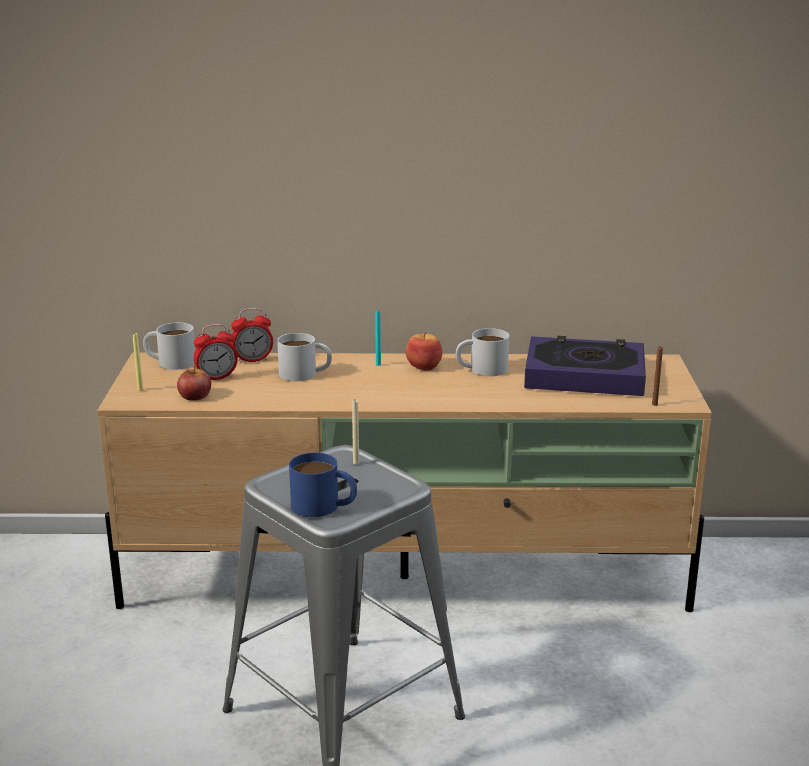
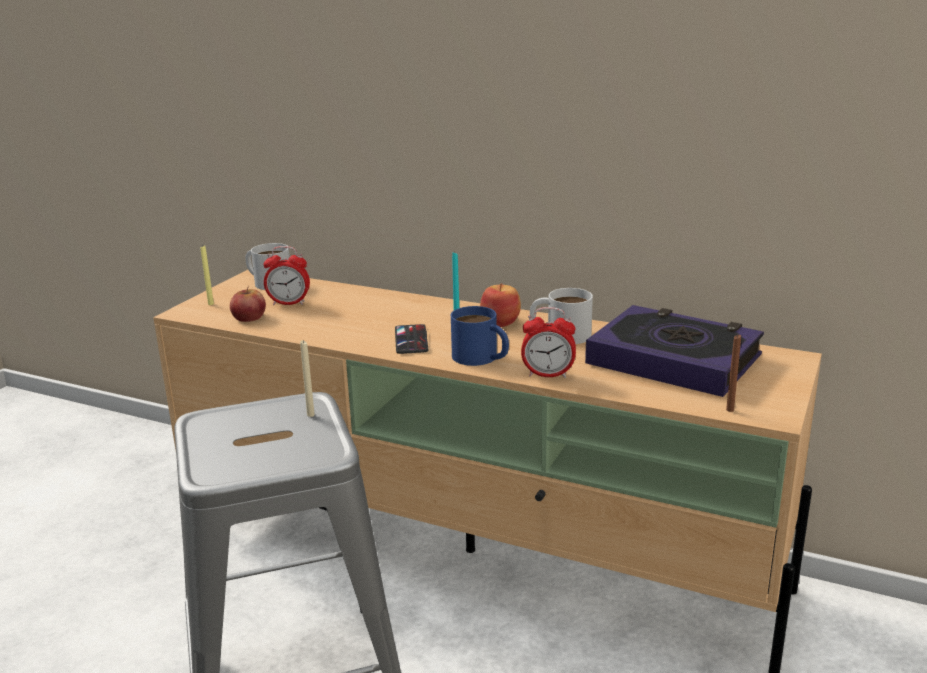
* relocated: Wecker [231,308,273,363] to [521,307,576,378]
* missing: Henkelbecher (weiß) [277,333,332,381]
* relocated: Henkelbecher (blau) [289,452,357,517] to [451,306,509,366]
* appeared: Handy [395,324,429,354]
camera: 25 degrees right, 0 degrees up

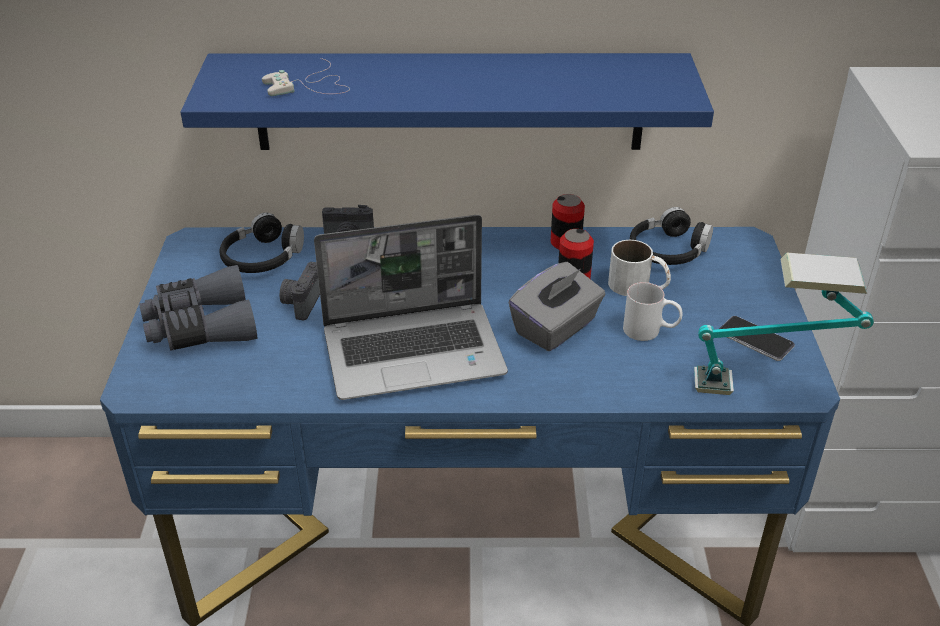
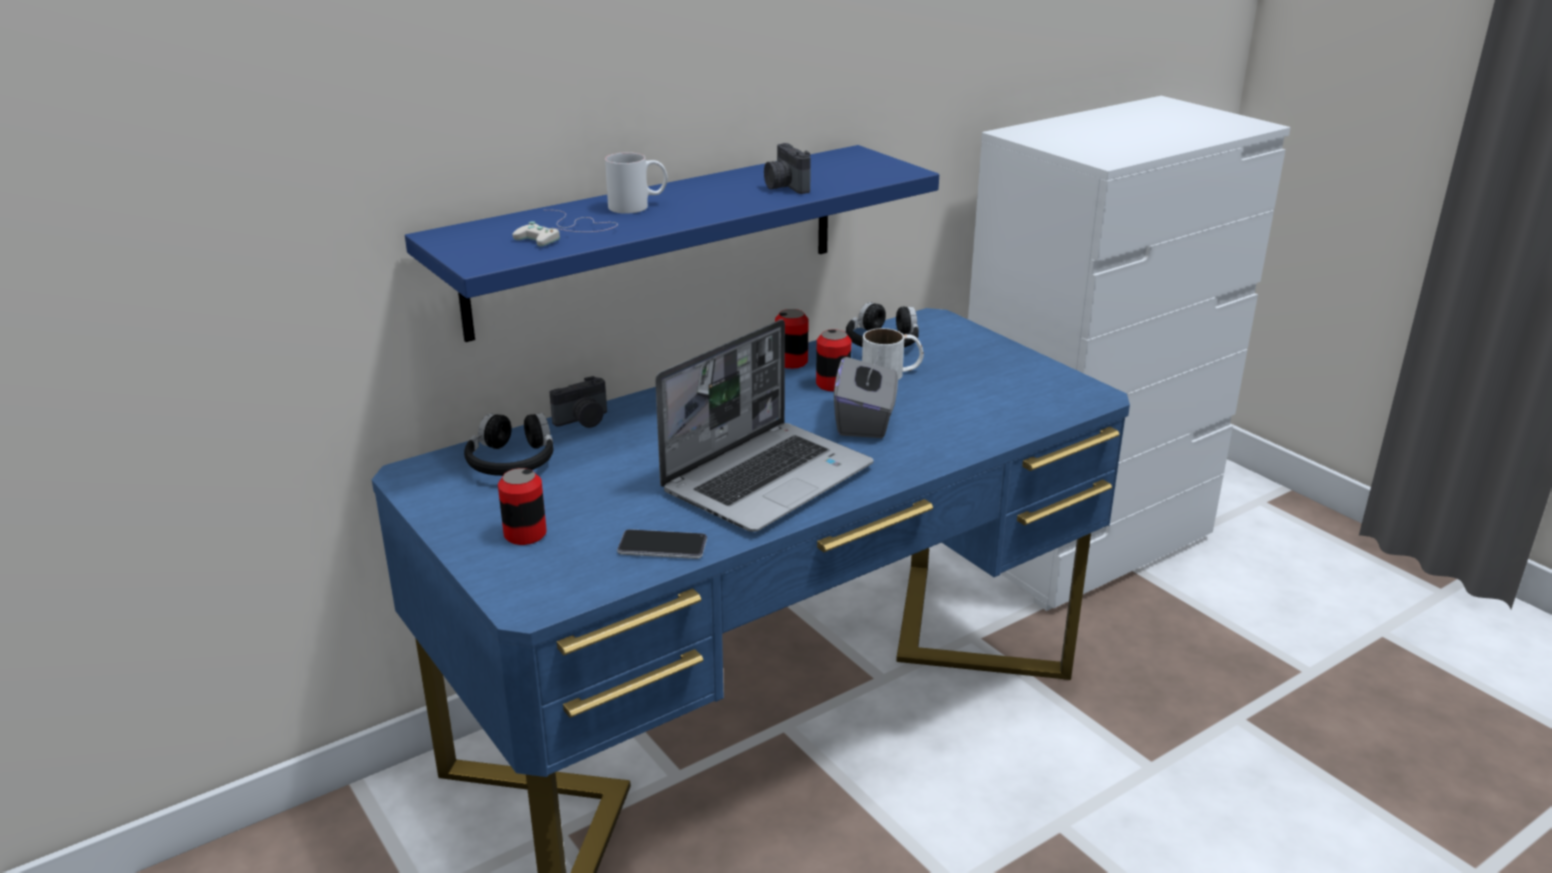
* exchanged: Fernglas (grau) [139,265,257,351] to Dose [498,468,547,545]
* relocated: Kamera [280,262,320,320] to [764,143,811,194]
* relocated: Henkelbecher (weiß) [623,282,683,341] to [605,152,668,214]
* missing: Tischlampe [694,253,874,395]
* relocated: Handy [719,316,795,361] to [617,529,707,559]
camera: 35 degrees left, 10 degrees down

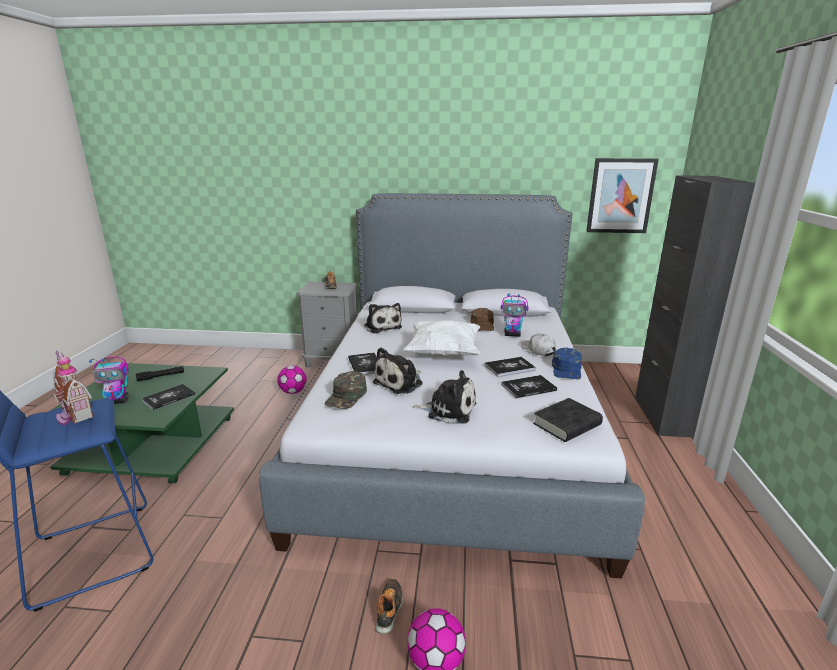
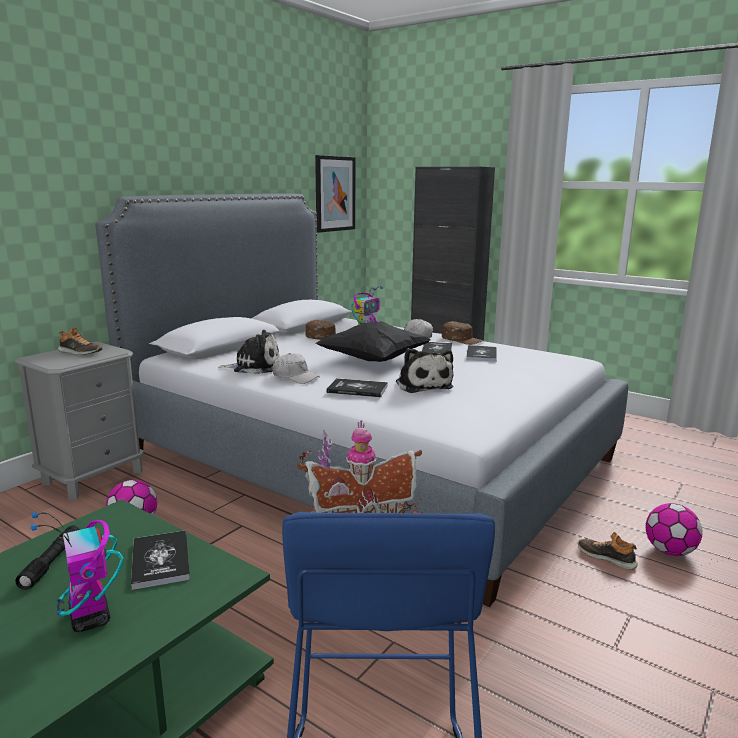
* spun: Spielzeugroboter [89,357,129,404] = [30,512,123,632] 135 degrees clockwise
* missing: Kappe (grün) [325,371,367,409]
* colour: Kissen (weiß) [403,320,480,357] to Kissen (schwarz) [316,321,430,362]
* missing: Plüschtier [413,370,476,424]
* missing: Buch (schwarz) [533,398,603,442]
* colour: Kappe (blau) [552,348,582,380] to Kappe (braun) [442,321,484,345]
* appeared: Kappe (weiß) [272,353,320,384]
camera: 60 degrees left, 5 degrees down

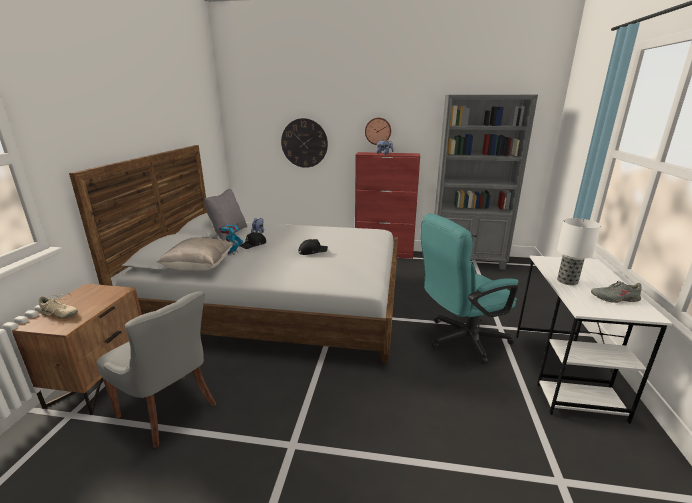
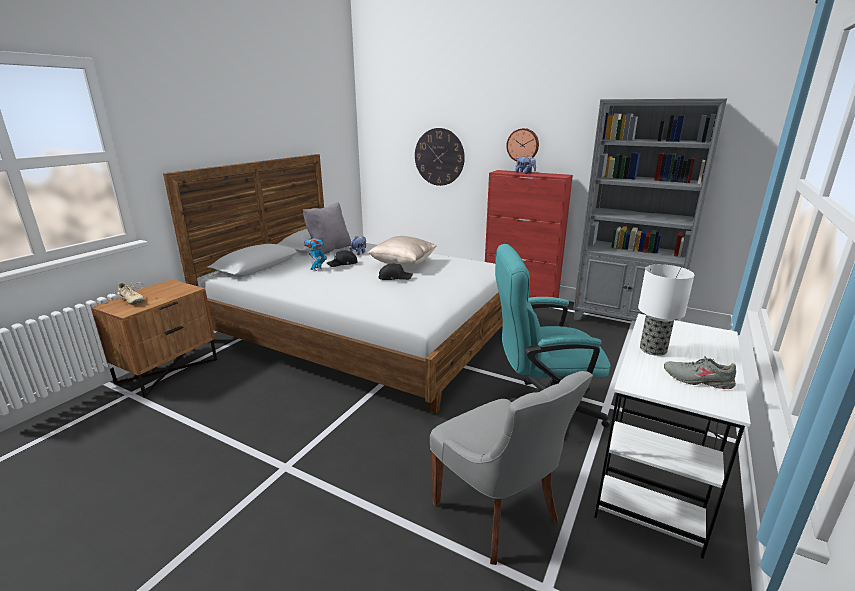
* relocated: Stuhl (grau) [96,291,216,448] to [430,371,593,565]
* relocated: Kissen (beige) [157,237,233,271] to [368,236,436,267]
camera: 20 degrees right, 0 degrees up

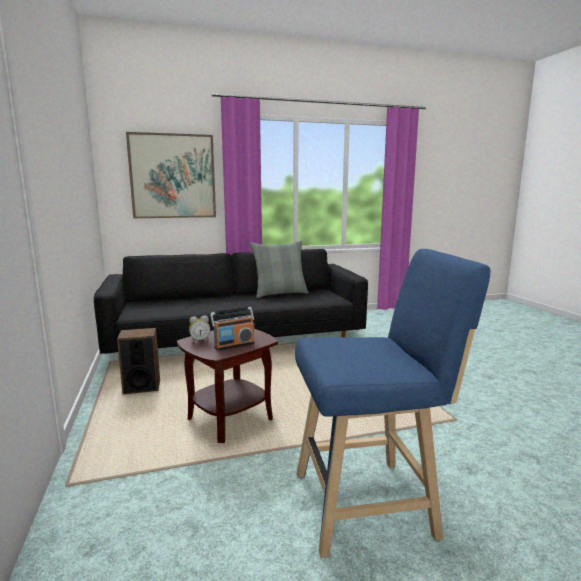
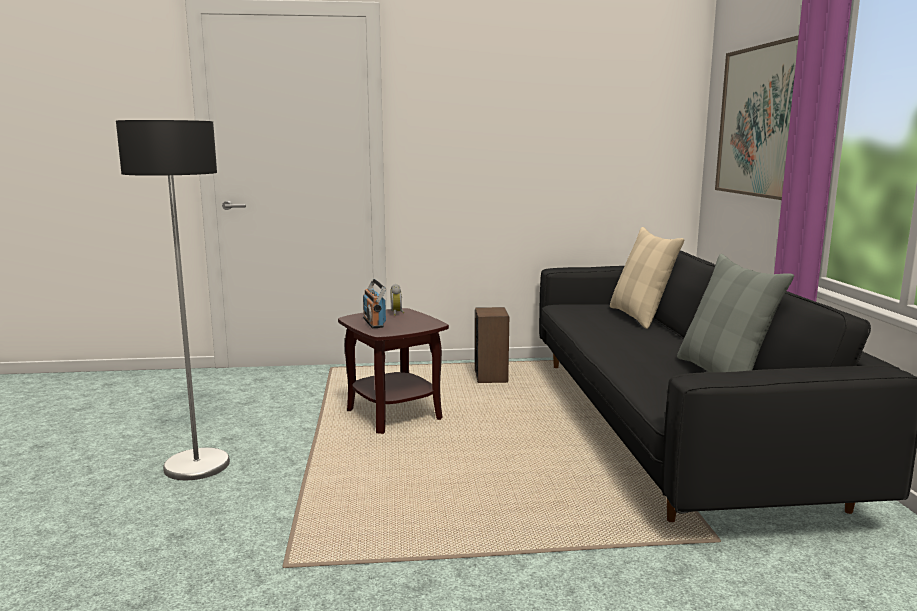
* exchanged: Hocker (blau) [295,249,490,558] to Stehlampe [116,120,230,480]
* appeared: Kissen (beige) [610,227,684,329]
camera: 100 degrees right, 0 degrees up

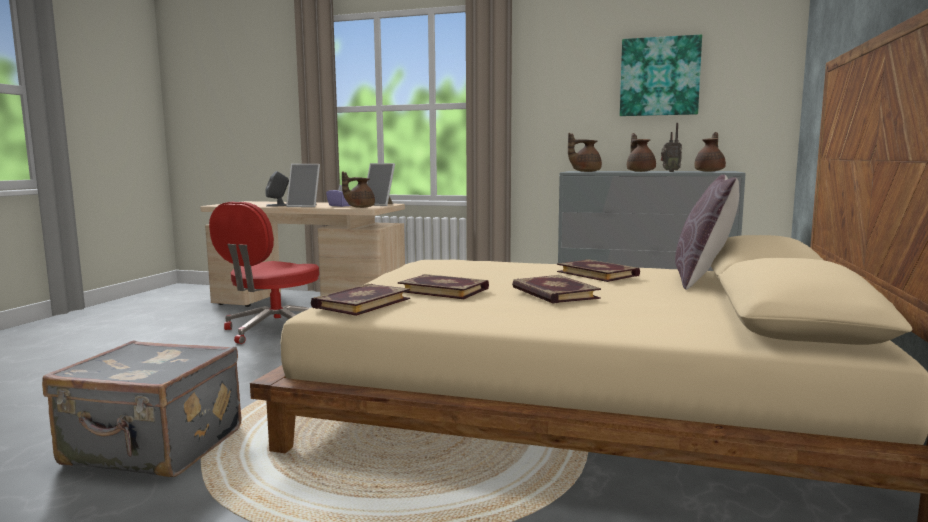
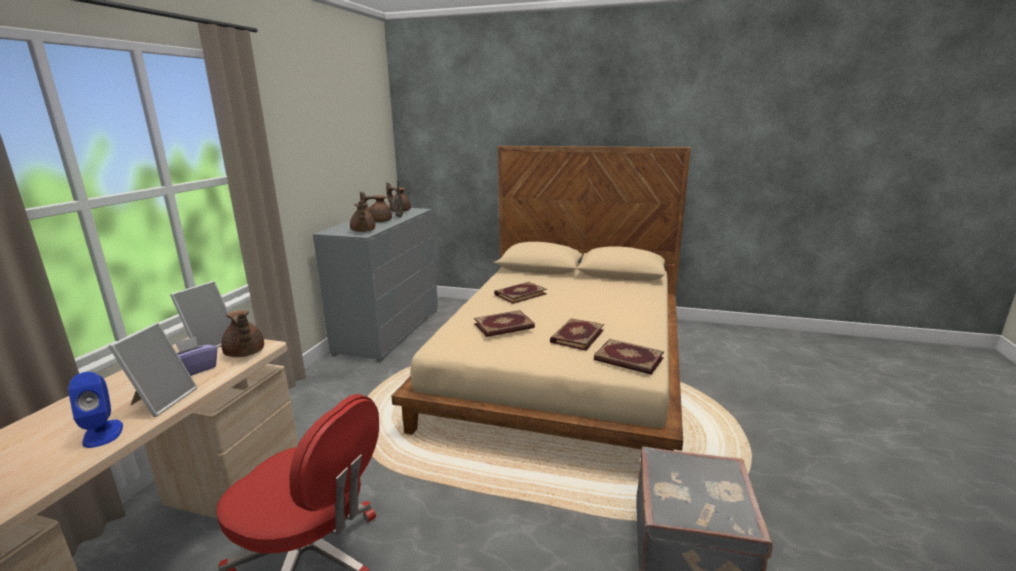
* colour: Lautsprecher (grau) [265,171,289,207] to Lautsprecher (blau) [68,372,123,448]
* relocated: Buch [512,275,601,303] to [474,310,535,337]
* missing: Bild [620,34,702,116]
* missing: Kissen (braun) [675,174,739,290]
camera: 90 degrees left, 10 degrees up

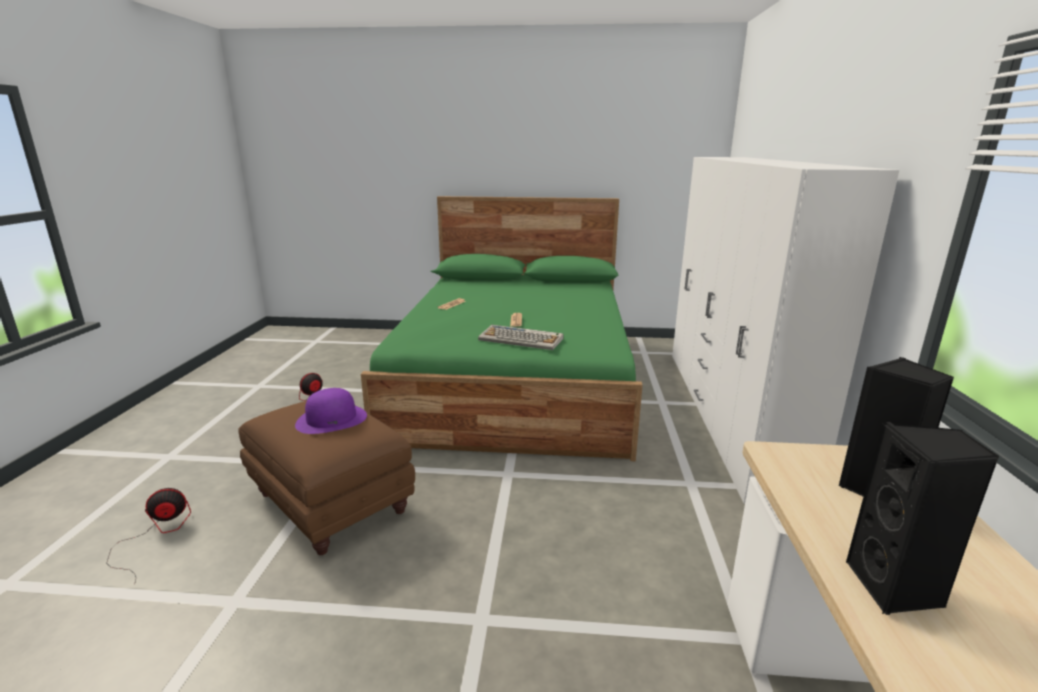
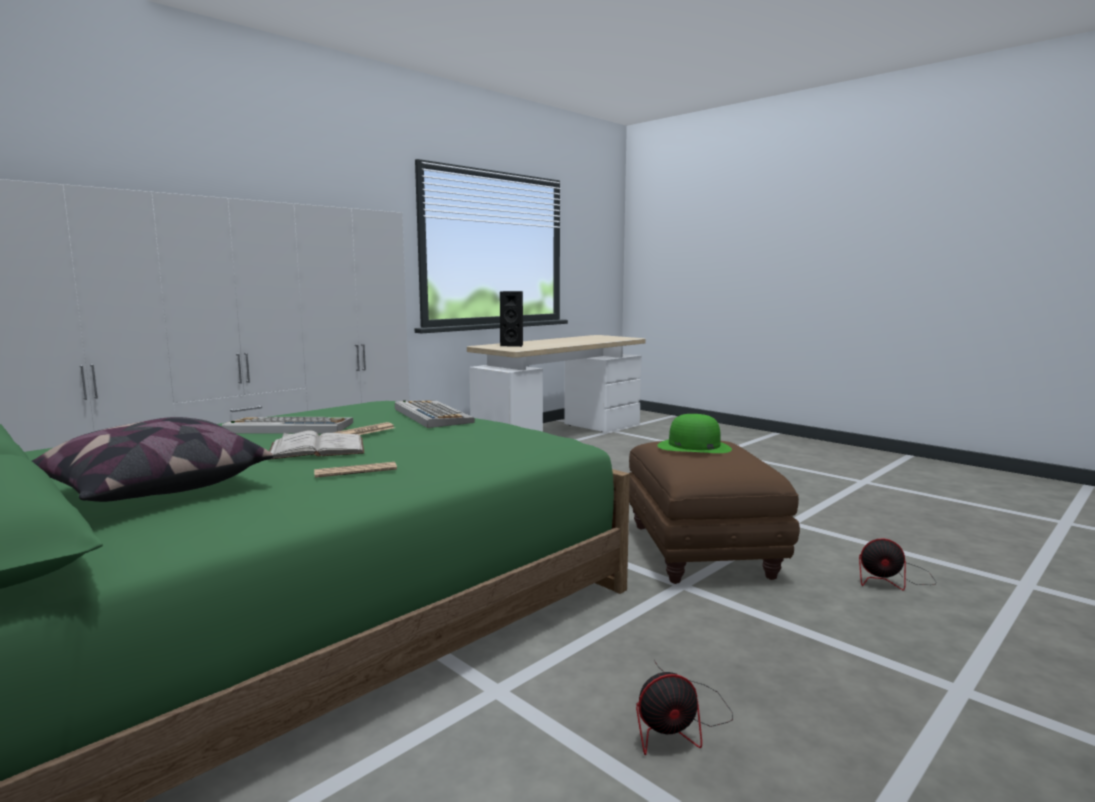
* colour: Hut (lila) [295,388,367,434] to Hut (grün) [657,414,732,453]
* missing: Lautsprecher (schwarz) [846,422,1000,615]
* appeared: Kissen [32,417,273,502]
* appeared: Tastatur [222,417,353,434]
* appeared: Buch (weiß) [269,430,364,460]
camera: 140 degrees left, 10 degrees down

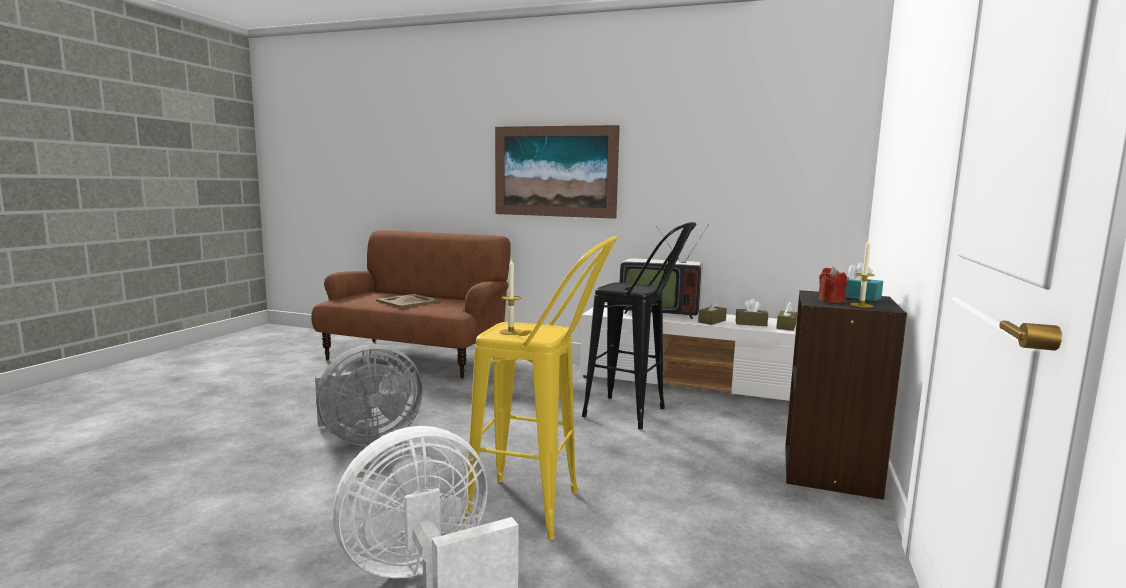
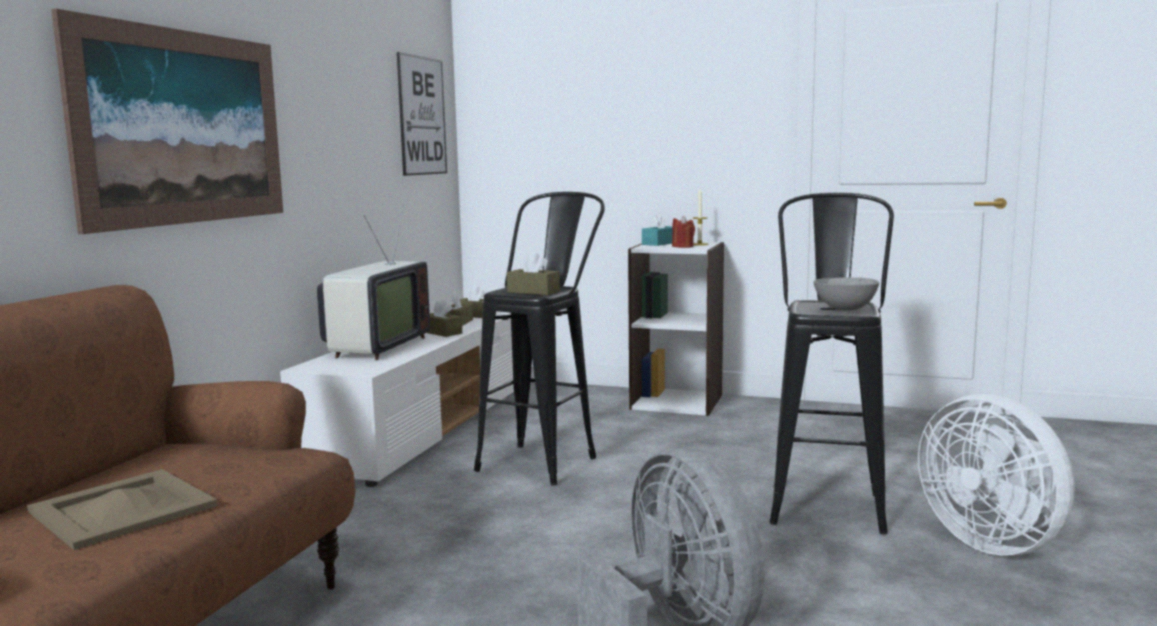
* colour: Hocker (gelb) [463,236,617,540] to Hocker (schwarz) [770,193,894,534]
* exchanged: Kerze [500,258,523,335] to Schüssel (grau) [813,277,879,311]
* colour: Bücherregal (schwarz) [785,290,907,500] to Bücherregal (weiß) [628,242,724,416]
* appeared: Bild [397,52,447,176]
* appeared: Taschentuchbox (braun) [507,251,560,295]
camera: 90 degrees left, 0 degrees up

